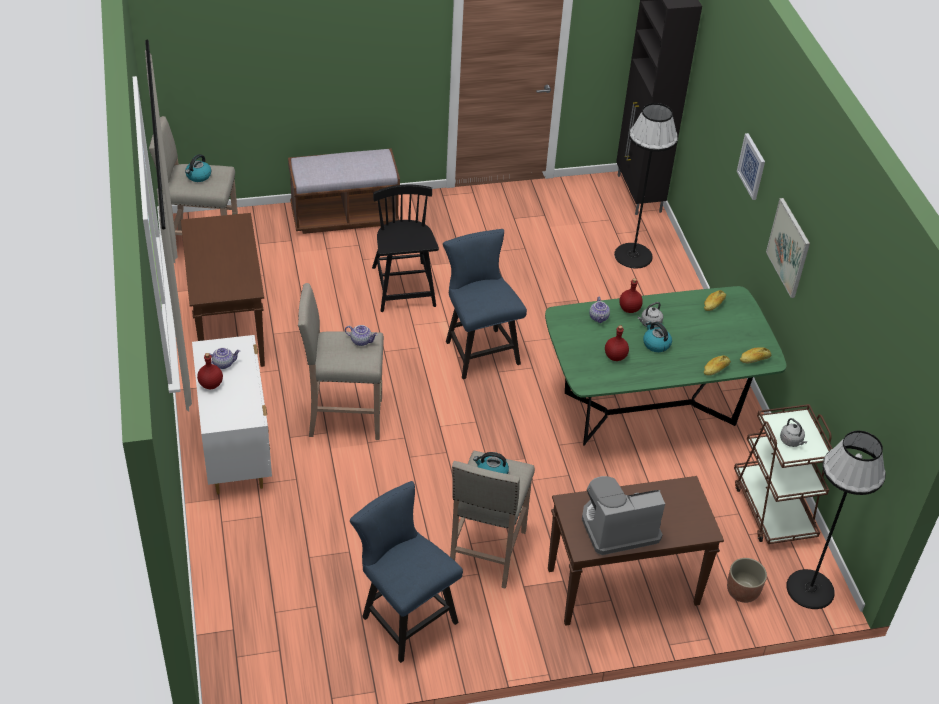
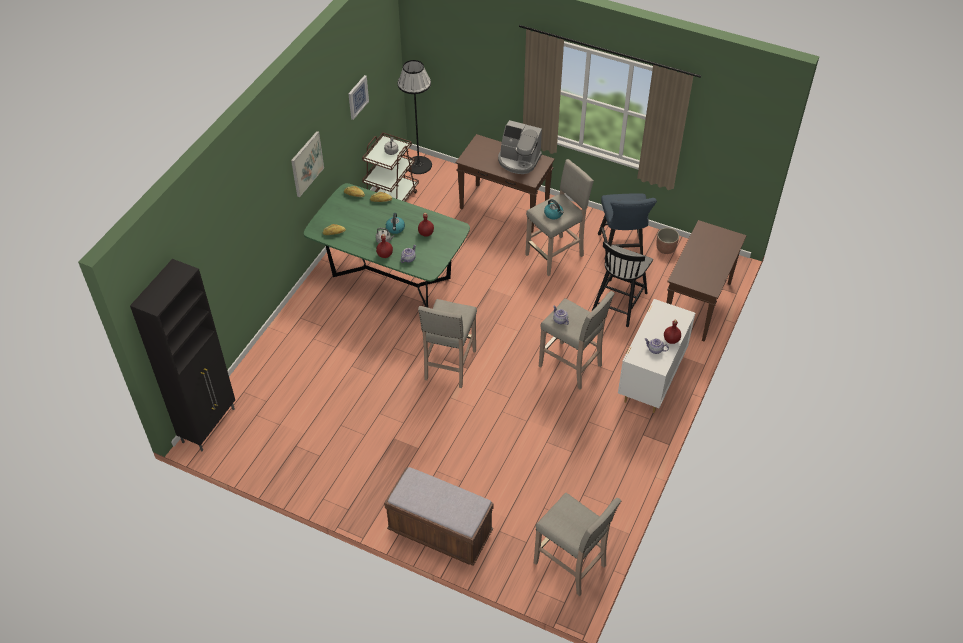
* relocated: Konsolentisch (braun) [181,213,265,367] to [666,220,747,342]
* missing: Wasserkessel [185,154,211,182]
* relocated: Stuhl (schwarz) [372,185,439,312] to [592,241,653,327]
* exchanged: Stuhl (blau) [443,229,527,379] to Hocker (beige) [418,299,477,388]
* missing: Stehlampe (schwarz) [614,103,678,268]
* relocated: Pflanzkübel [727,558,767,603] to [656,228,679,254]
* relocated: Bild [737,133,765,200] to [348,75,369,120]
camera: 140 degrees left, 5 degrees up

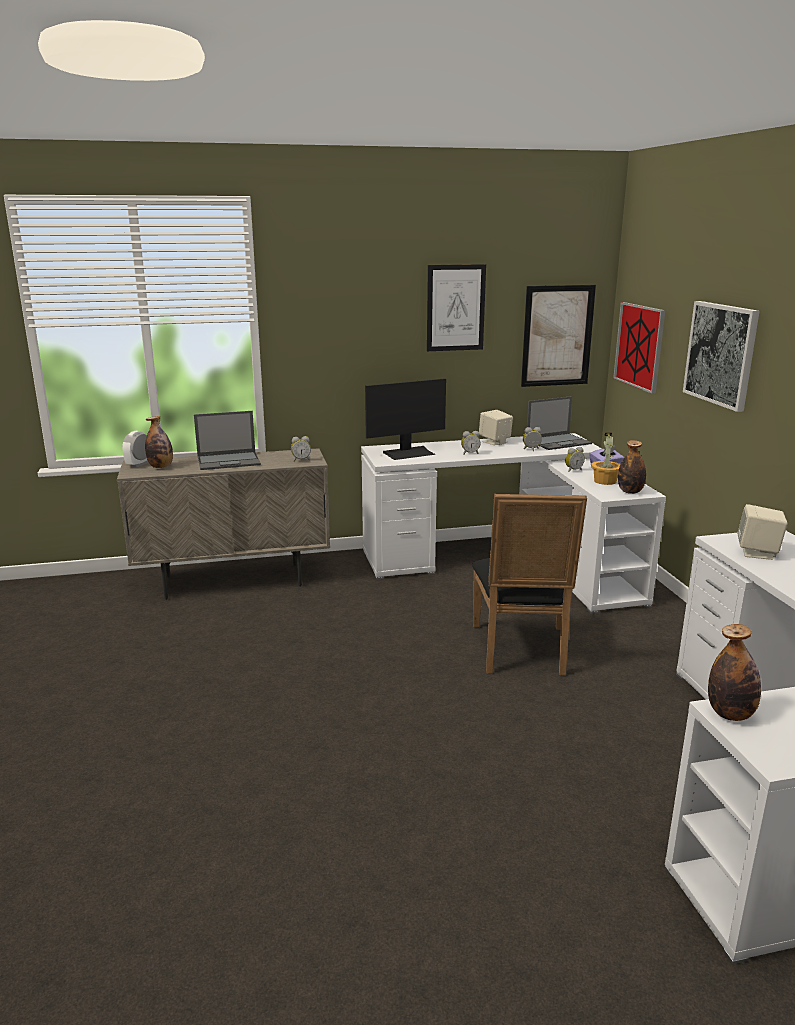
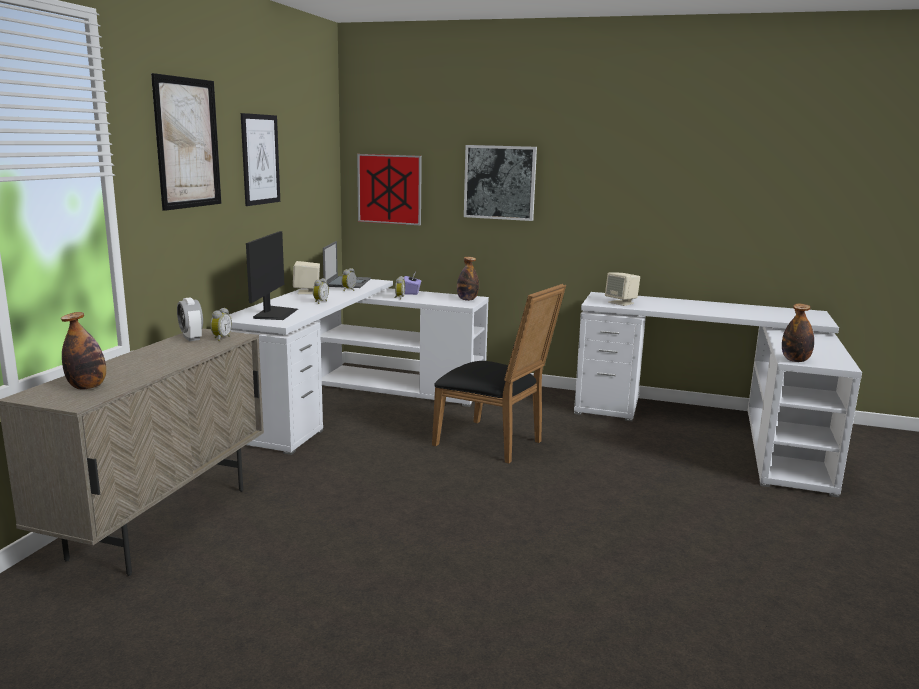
* relocated: Wecker [122,431,149,467] to [177,297,203,341]
* missing: Laptop [194,411,261,470]
* relocated: Bild [521,285,596,387] to [151,73,221,211]
* missing: Topfpflanze [591,433,620,485]
camera: 60 degrees left, 5 degrees down

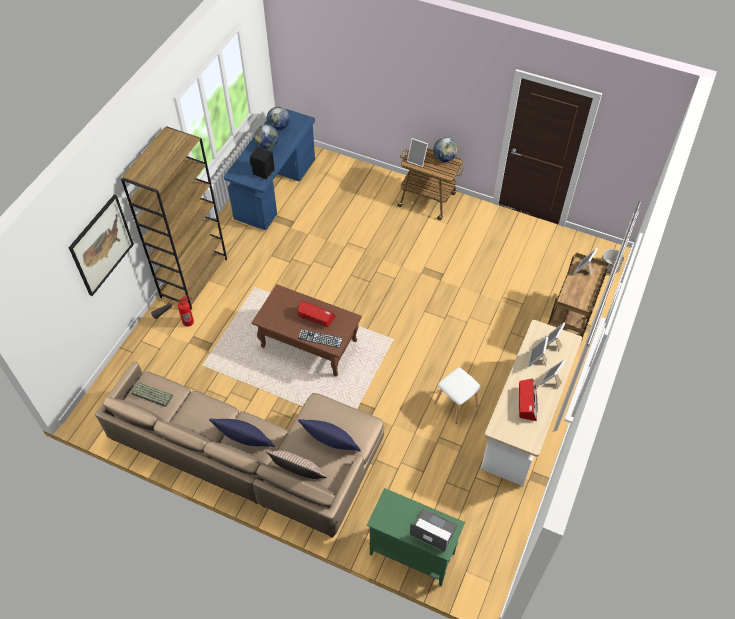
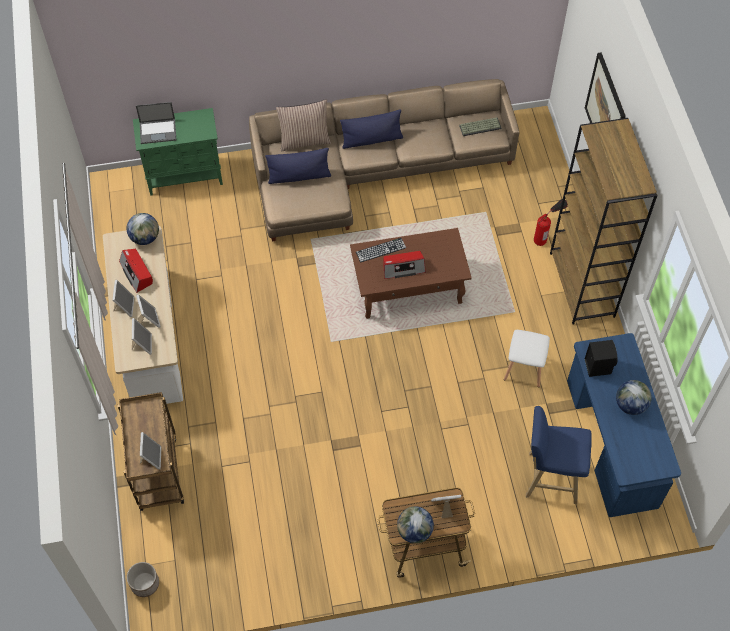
* relocated: Globus [266,107,290,131] to [126,213,159,245]
* relocated: Hocker (weiß) [434,368,481,424] to [504,330,550,387]
* appeared: Hocker (blau) [526,406,592,504]
camera: 145 degrees right, 5 degrees up

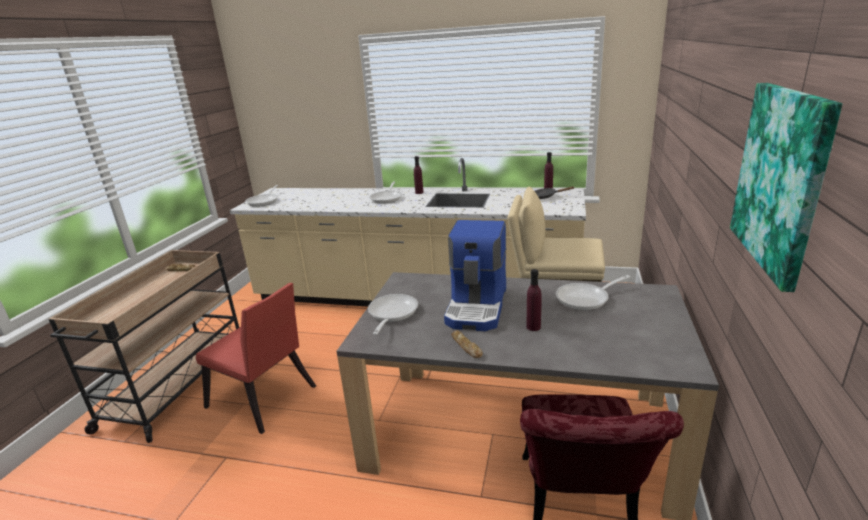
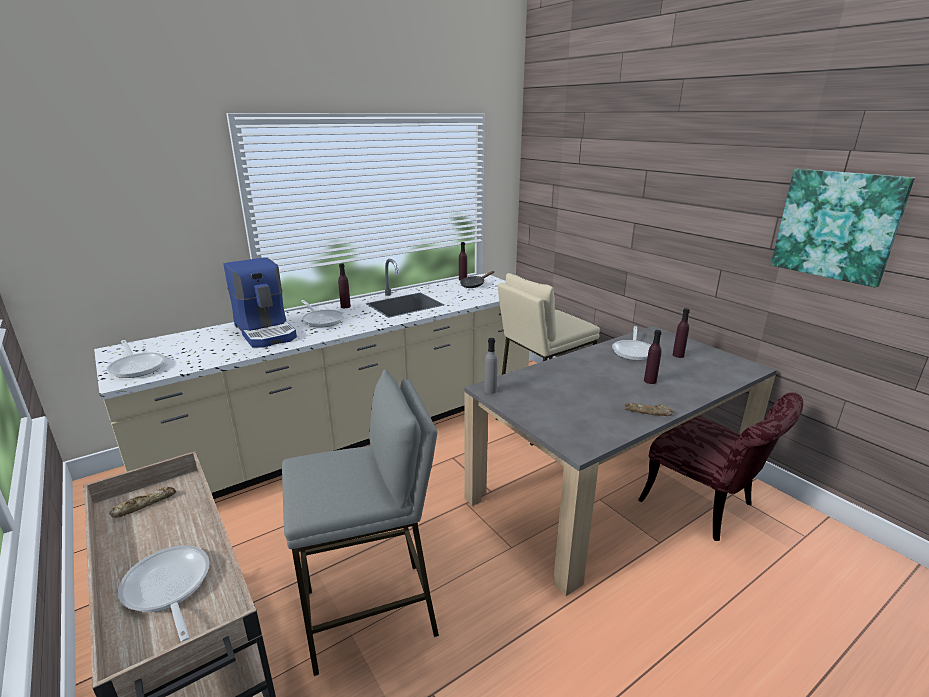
* exchanged: Stuhl (rot) [195,283,316,434] to Hocker (grau) [282,370,439,676]
* relocated: Pfanne [368,294,418,335] to [118,545,210,642]
* relocated: Kaffeemaschine [444,220,506,331] to [224,257,297,348]
* appeared: Flasche (grau) [484,338,498,394]
* appeared: Flasche (lila) [673,308,690,358]
camera: 50 degrees left, 0 degrees up

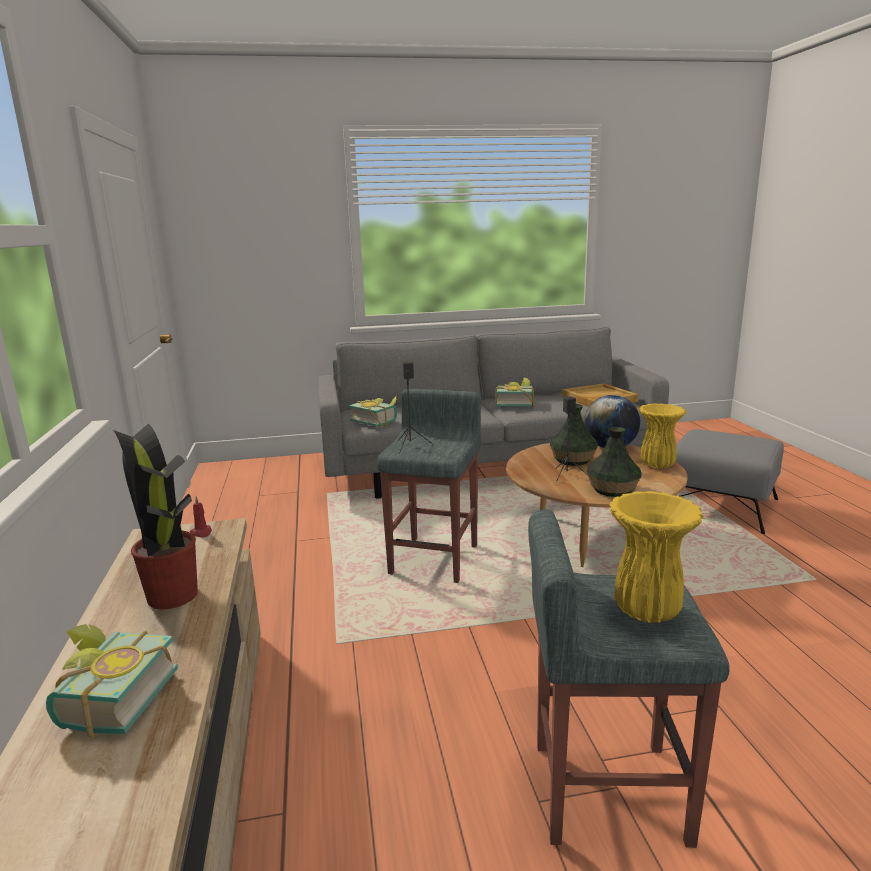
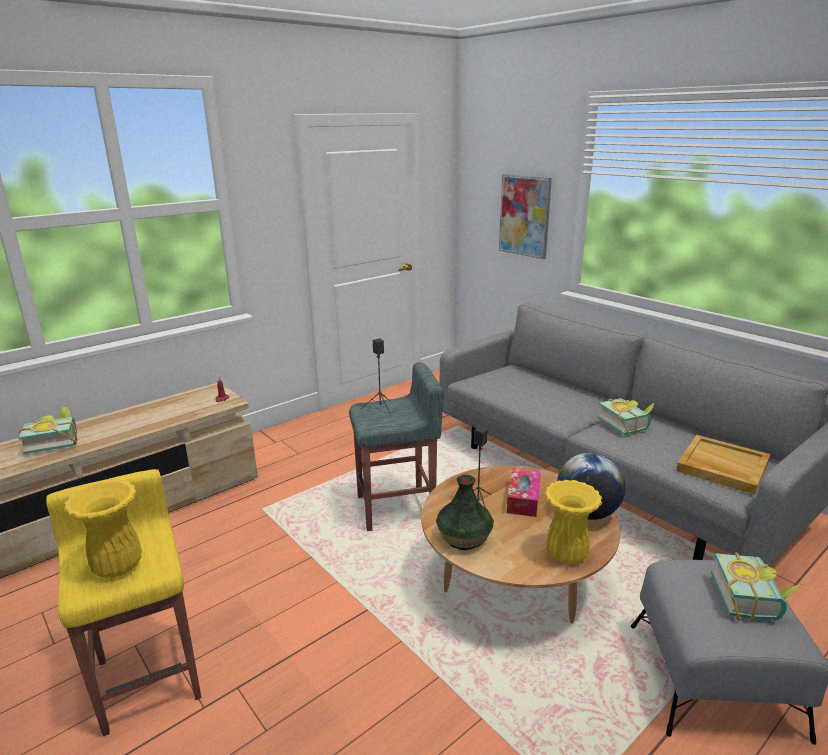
* missing: Topfpflanze [113,423,198,609]
* relocated: Buch [349,395,397,428] to [711,552,802,622]
* colour: Hocker (grau) [528,510,730,848] to Hocker (gelb) [46,469,202,737]
* exchanged: Vase [550,404,598,466] to Taschentuchbox [507,468,541,517]
* appeared: Bild [499,174,552,259]
camera: 60 degrees right, 5 degrees up

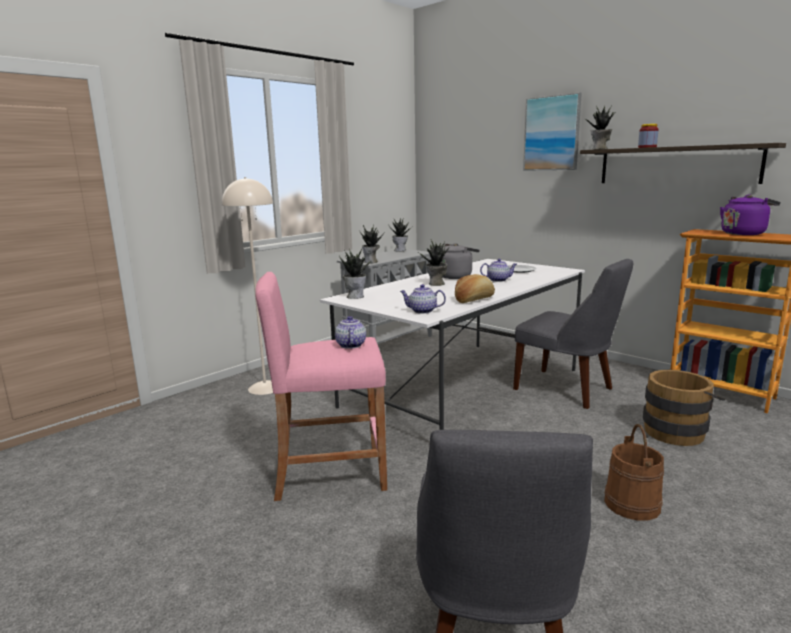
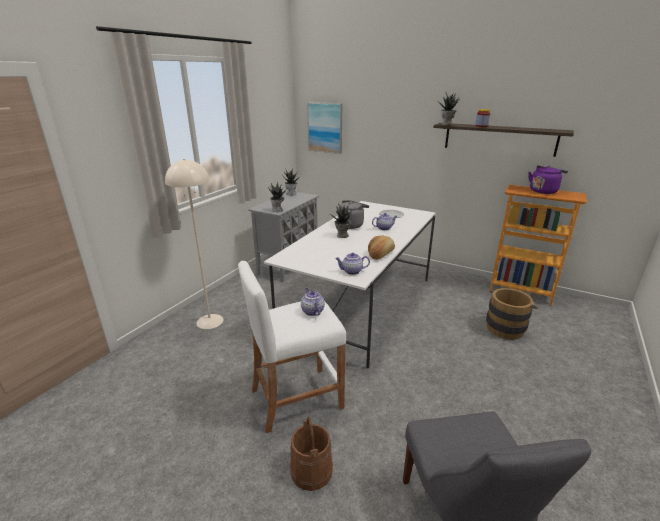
* colour: Hocker (rosa) [255,272,387,501] to Hocker (weiß) [238,261,346,433]
* missing: Topfpflanze [339,248,373,299]
* missing: Stuhl (grau) [513,259,633,409]
* relocated: Bild [523,92,582,171] to [307,102,342,154]
* relocated: Eimer (braun) [604,424,664,521] to [290,416,333,491]
camera: 15 degrees left, 10 degrees up

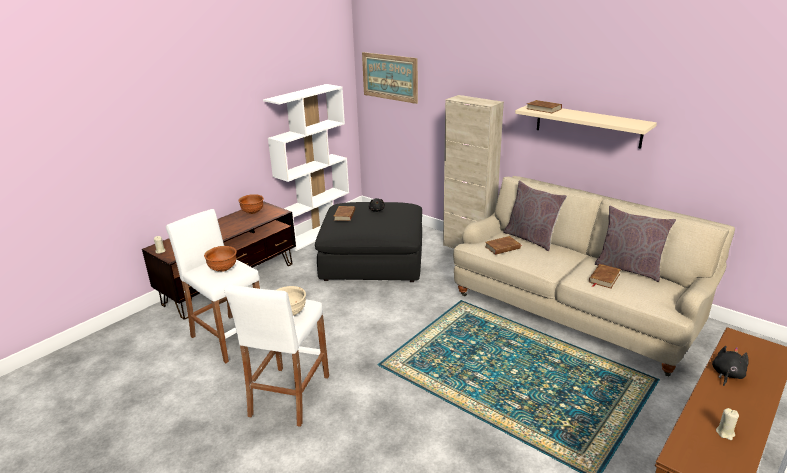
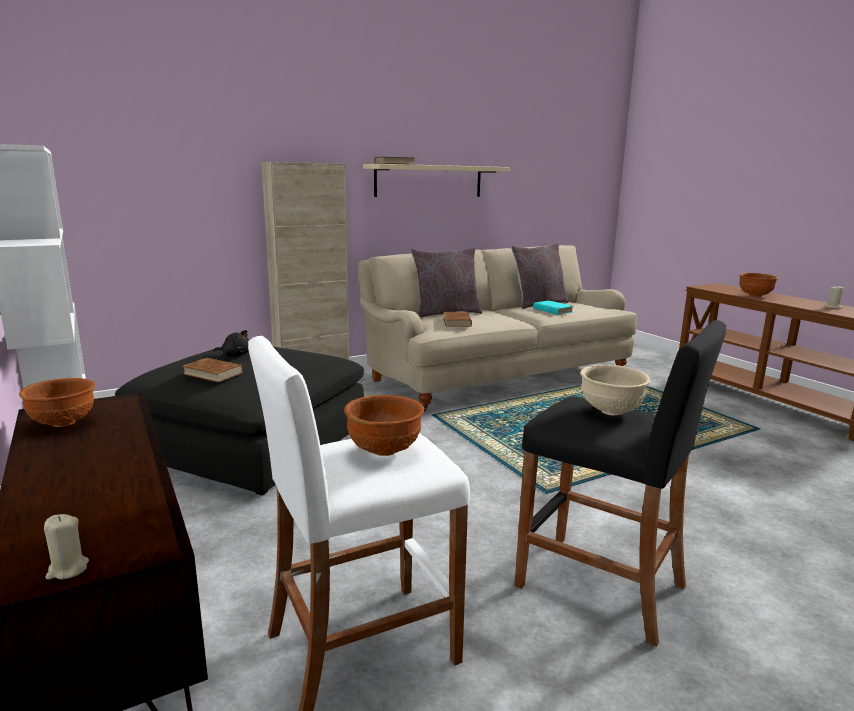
* colour: Hocker (weiß) [224,284,329,427] to Hocker (schwarz) [515,320,726,647]
* missing: Bild [362,52,418,104]
* colour: Buch (braun) [589,264,621,289] to Buch (türkis) [533,301,574,316]
* exchanged: Plüschtier (schwarz) [712,346,749,386] to Schüssel (braun) [739,273,778,297]
camera: 70 degrees left, 10 degrees down

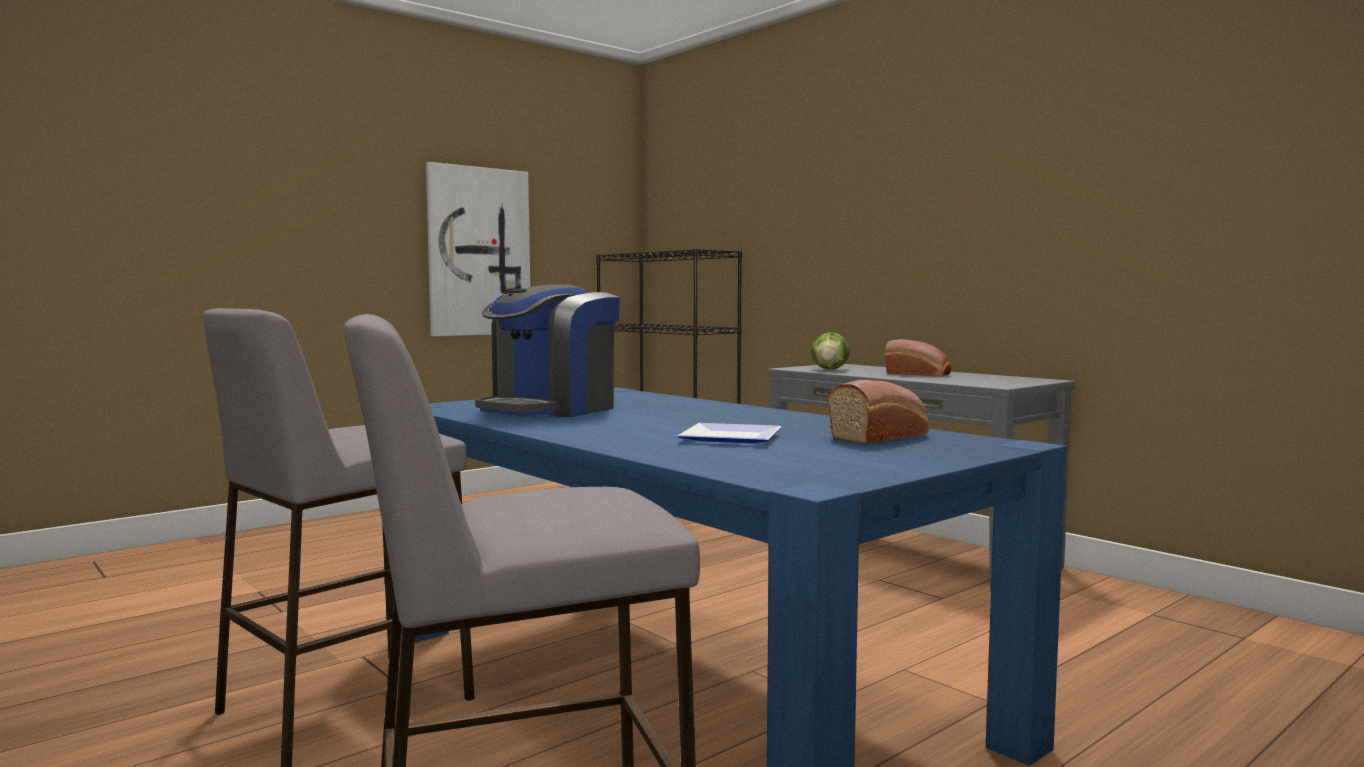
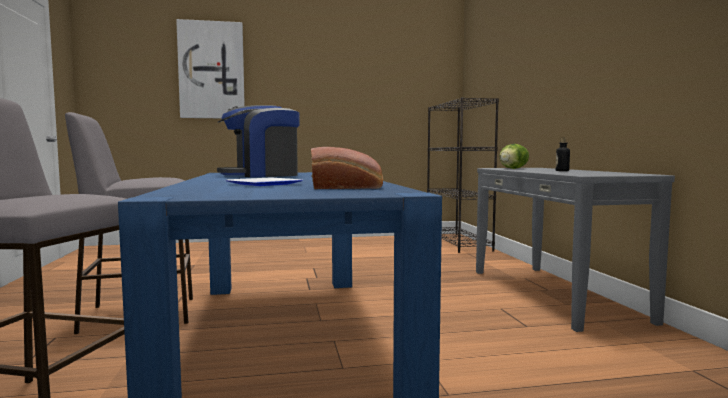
* relocated: Bild [426,162,530,337] to [176,19,245,118]
* exchanged: Brot [885,339,951,377] to Flasche [556,138,570,171]
camera: 30 degrees right, 0 degrees up

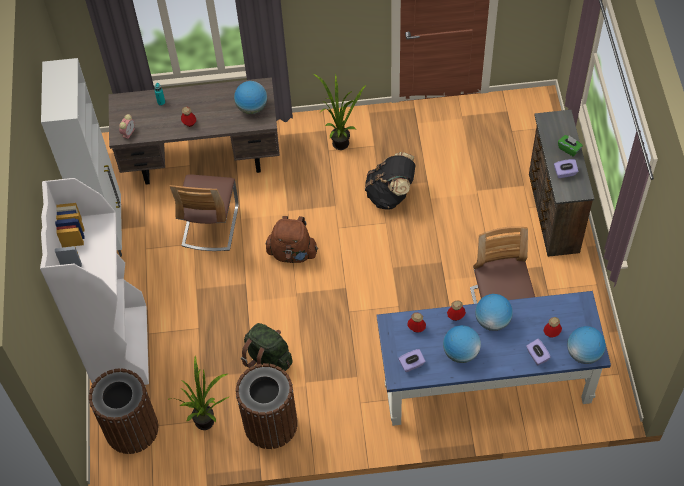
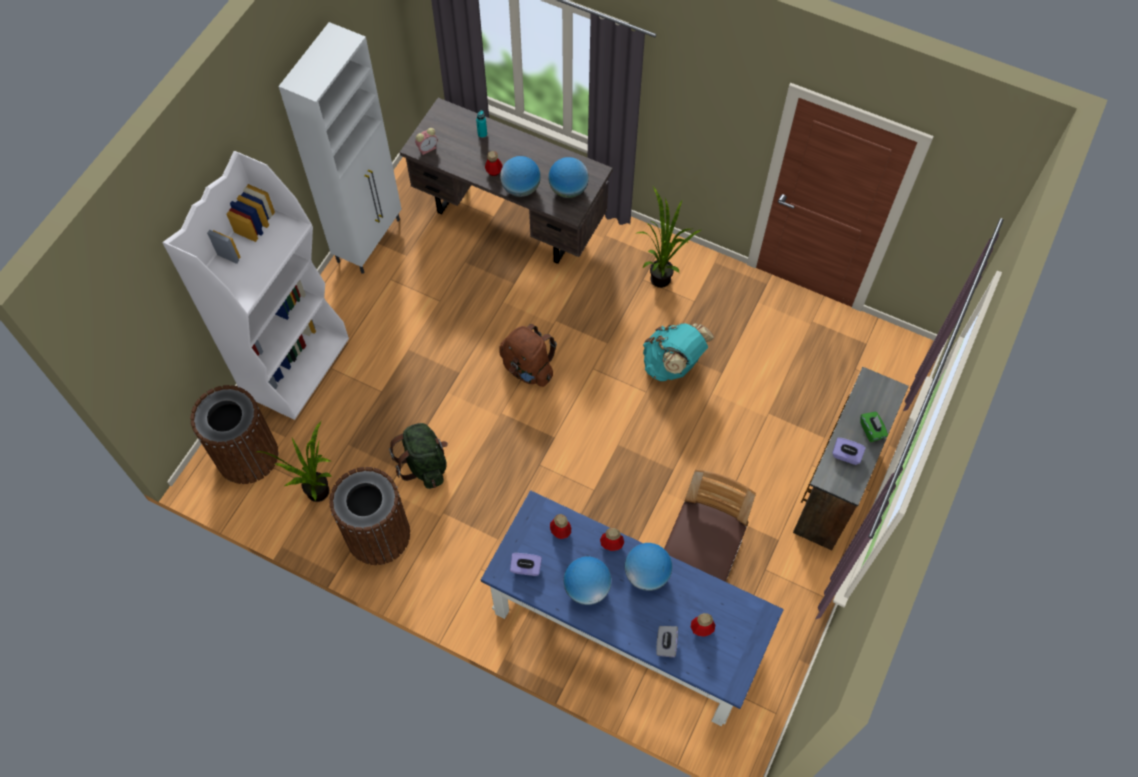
* missing: Stuhl [170,174,239,251]
* colour: Rucksack (schwarz) [365,152,415,210] to Rucksack (türkis) [643,323,714,381]
* colour: Taschentuchbox (lila) [526,339,551,365] to Taschentuchbox (grau) [656,626,678,658]
* relocated: Globus [567,326,606,364] to [500,156,541,197]
camera: 30 degrees right, 5 degrees up

